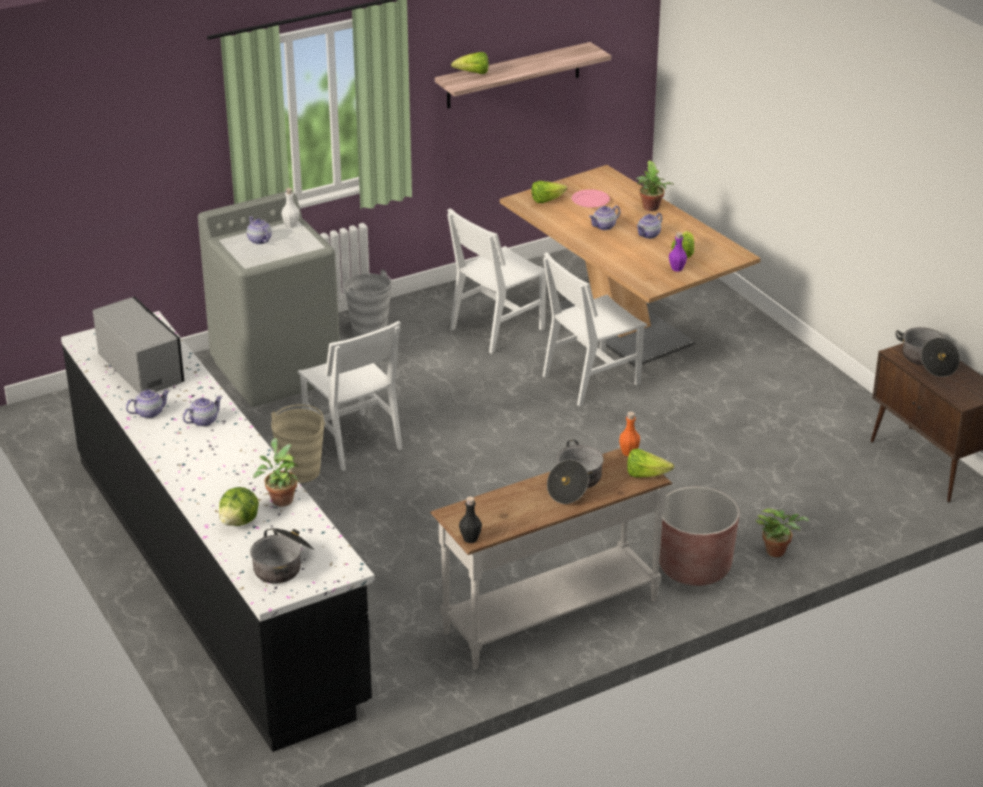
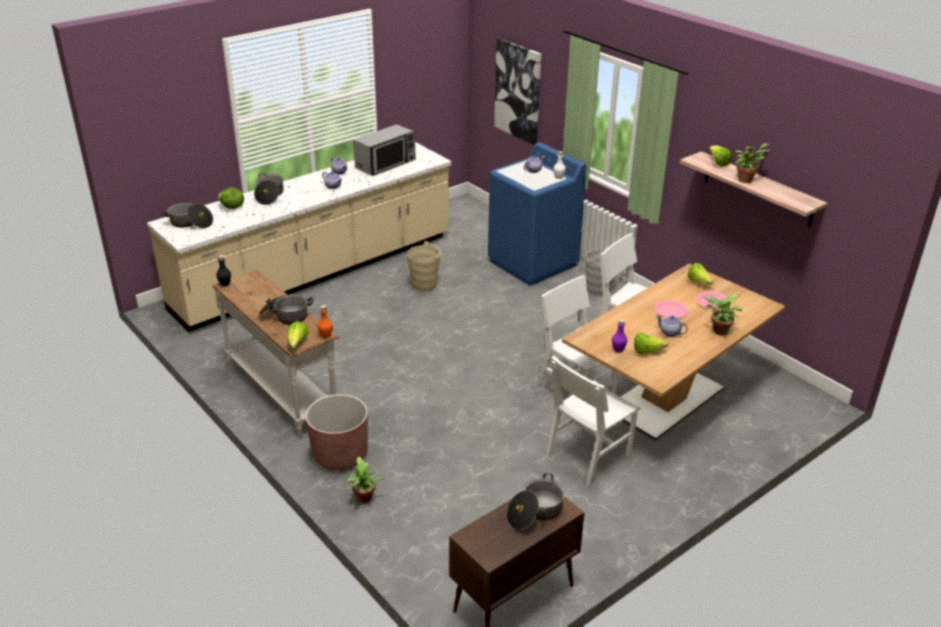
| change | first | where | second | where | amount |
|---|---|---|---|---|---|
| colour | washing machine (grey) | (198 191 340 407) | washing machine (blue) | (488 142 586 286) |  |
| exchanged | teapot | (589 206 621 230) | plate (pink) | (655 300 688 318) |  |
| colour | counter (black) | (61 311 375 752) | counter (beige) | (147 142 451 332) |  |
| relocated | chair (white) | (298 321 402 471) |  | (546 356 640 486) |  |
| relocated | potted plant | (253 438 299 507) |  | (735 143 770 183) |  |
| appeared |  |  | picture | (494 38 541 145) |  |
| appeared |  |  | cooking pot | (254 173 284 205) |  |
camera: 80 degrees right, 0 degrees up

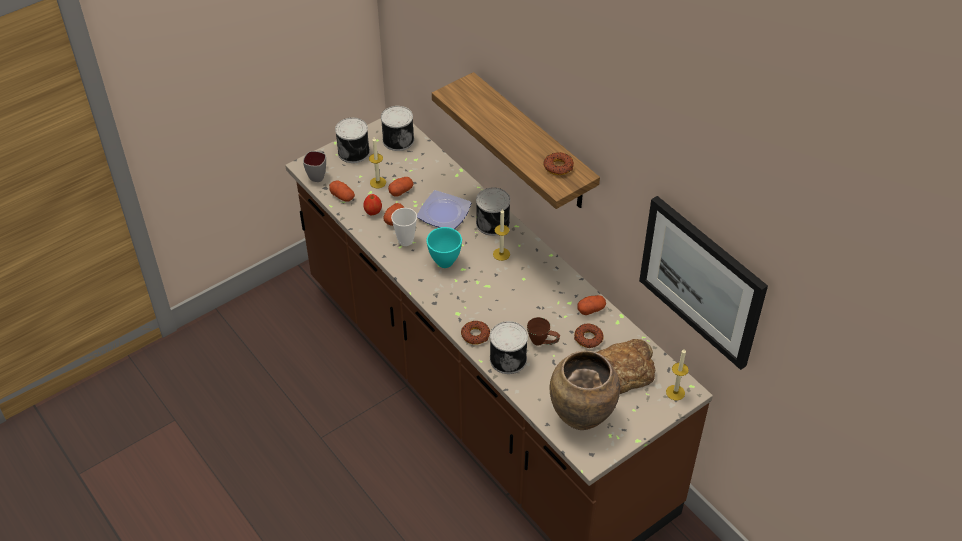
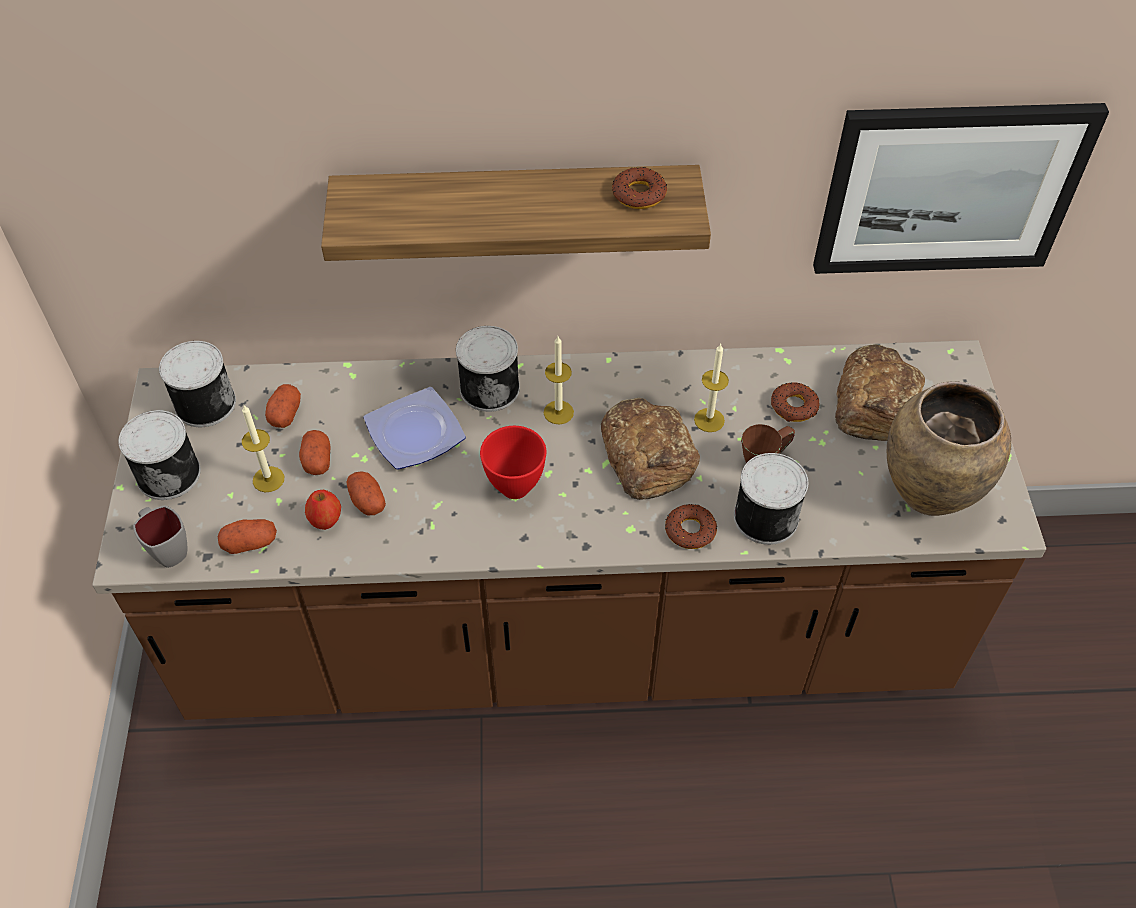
| change | first | where | second | where | amount |
|---|---|---|---|---|---|
| missing | cup | (391 208 417 246) |  |  |  |
| colour | bowl (turquoise) | (426 227 462 268) | bowl (red) | (480 426 546 499) |  |
| relocated | potato | (577 295 606 315) |  | (265 384 301 428) |  |
| relocated | candle | (666 348 689 400) |  | (694 343 729 432) |  |
| appeared |  |  | bread | (601 398 700 500) |  |
camera: 55 degrees left, 5 degrees up

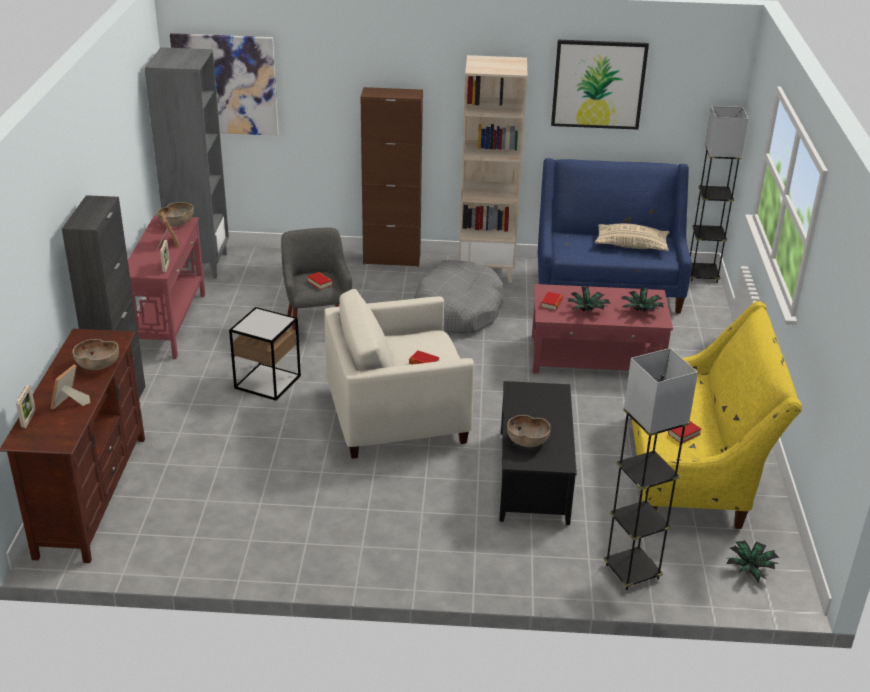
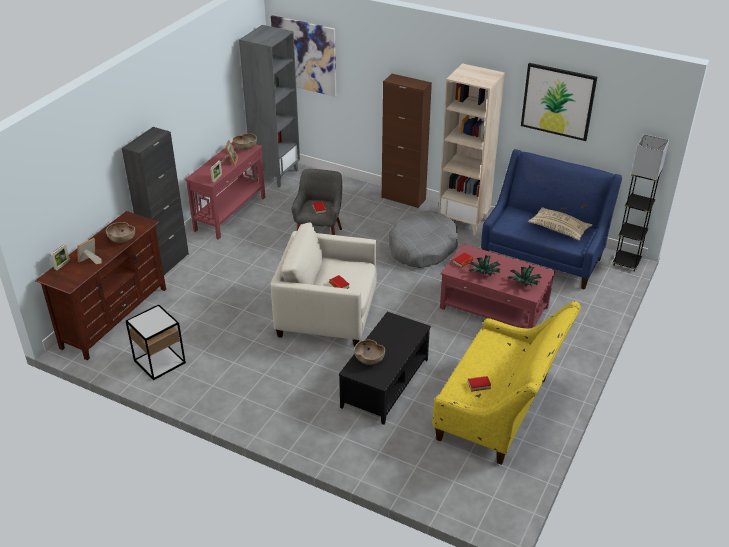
| change | first | where | second | where | amount |
|---|---|---|---|---|---|
| relocated | side table | (229 307 301 401) |  | (126 304 186 380) |  |
| missing | floor lamp (grey) | (603 348 698 590) |  |  |  |
| missing | potted plant | (726 540 779 583) |  |  |  |
camera: 25 degrees right, 5 degrees up

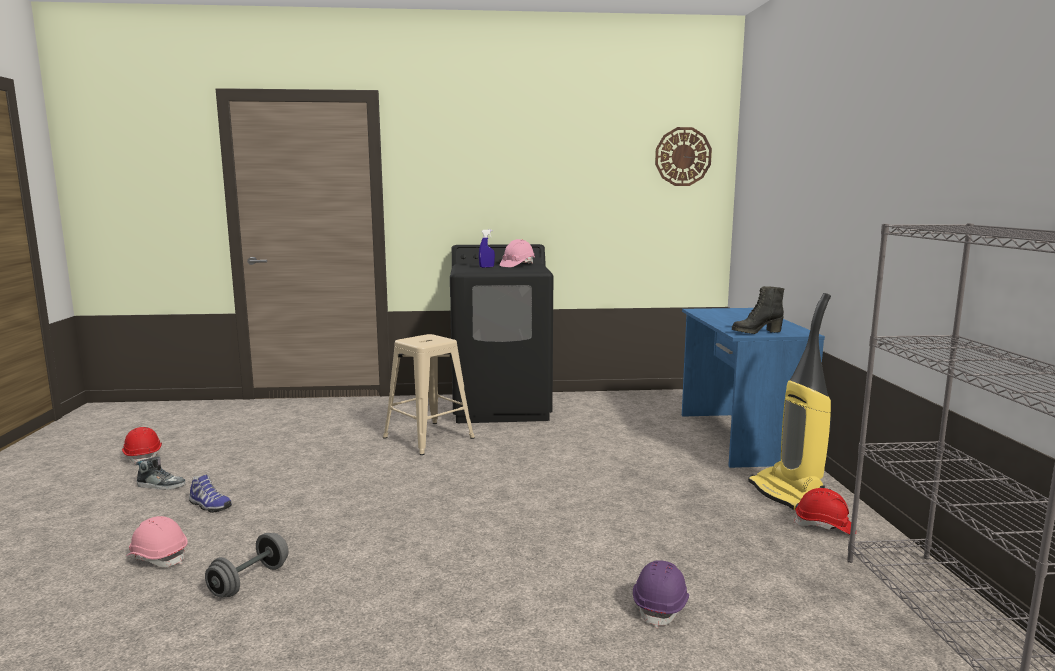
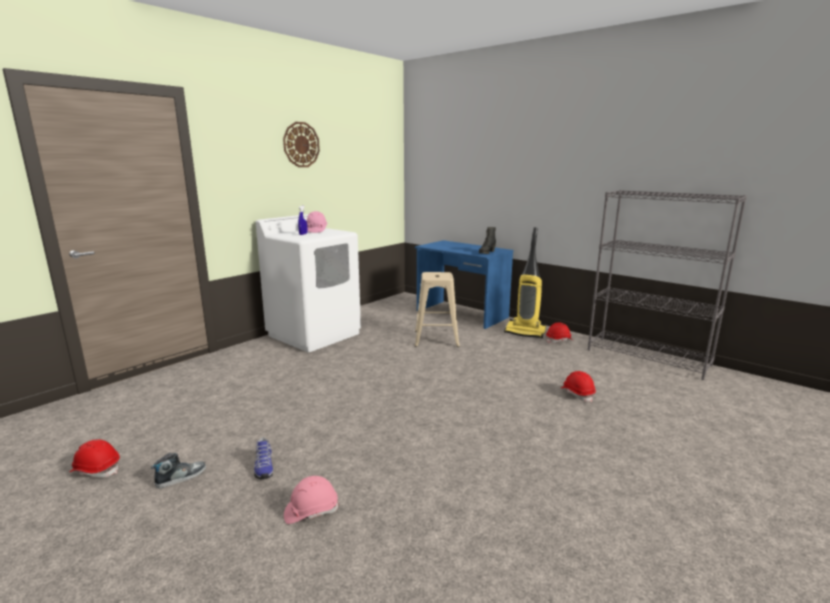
| change | first | where | second | where | amount |
|---|---|---|---|---|---|
| relocated | wall clock | (655 127 712 186) |  | (283 122 320 167) |  |
| colour | washing machine (black) | (450 244 553 423) | washing machine (white) | (256 214 361 352) |  |
| relocated | stool (beige) | (383 334 475 455) |  | (415 272 460 347) |  |
| spun | shoe | (189 475 232 513) |  | (254 437 273 479) | 90 degrees clockwise |
| missing | dumbbell (grey) | (205 533 289 597) |  |  |  |
| colour | hard hat (purple) | (633 560 689 628) | hard hat (red) | (561 371 596 402) |  |
camera: 45 degrees left, 5 degrees up

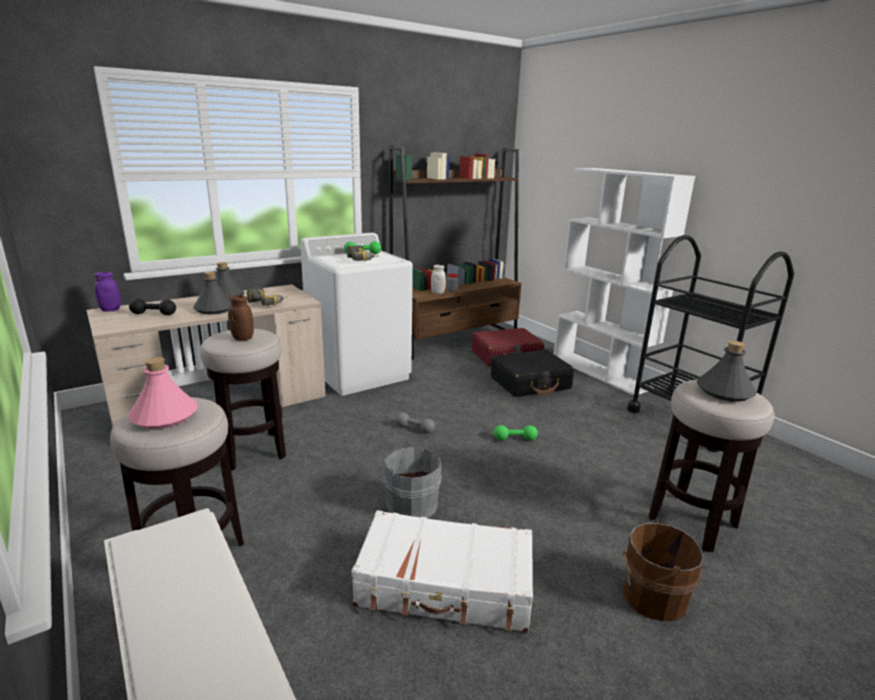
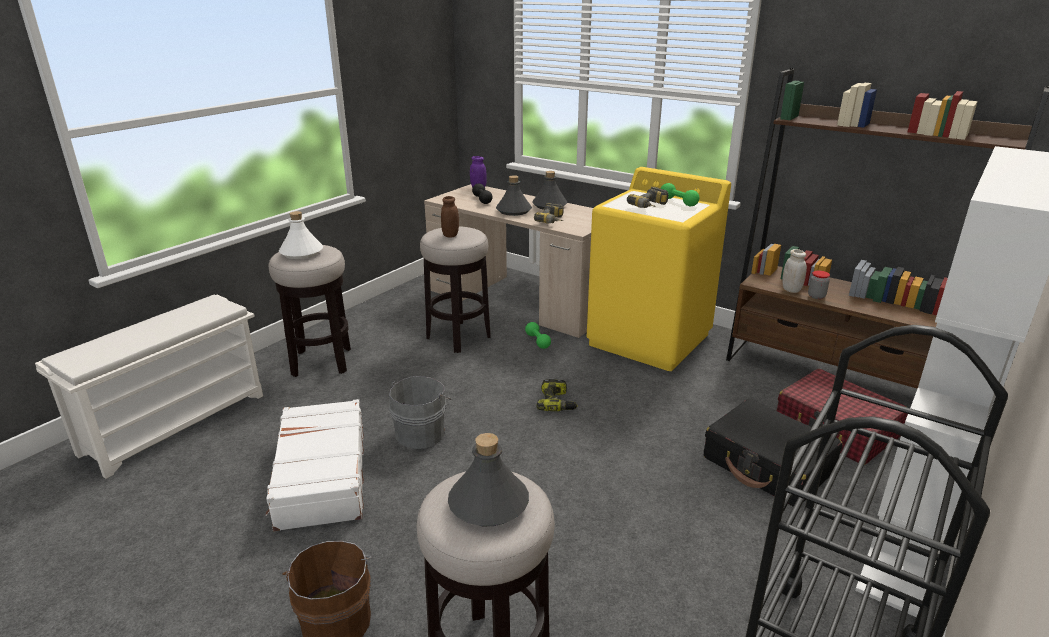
| change | first | where | second | where | amount |
|---|---|---|---|---|---|
| colour | washing machine (white) | (300 233 413 396) | washing machine (yellow) | (587 167 731 371) |  |
| colour | bottle (pink) | (128 357 198 429) | bottle (white) | (279 211 323 259) |  |
| exchanged | dumbbell (grey) | (395 412 435 434) | power drill | (536 379 578 411) |  |
| relocated | dumbbell (green) | (494 425 538 441) |  | (525 322 551 349) |  |
camera: 70 degrees right, 5 degrees up

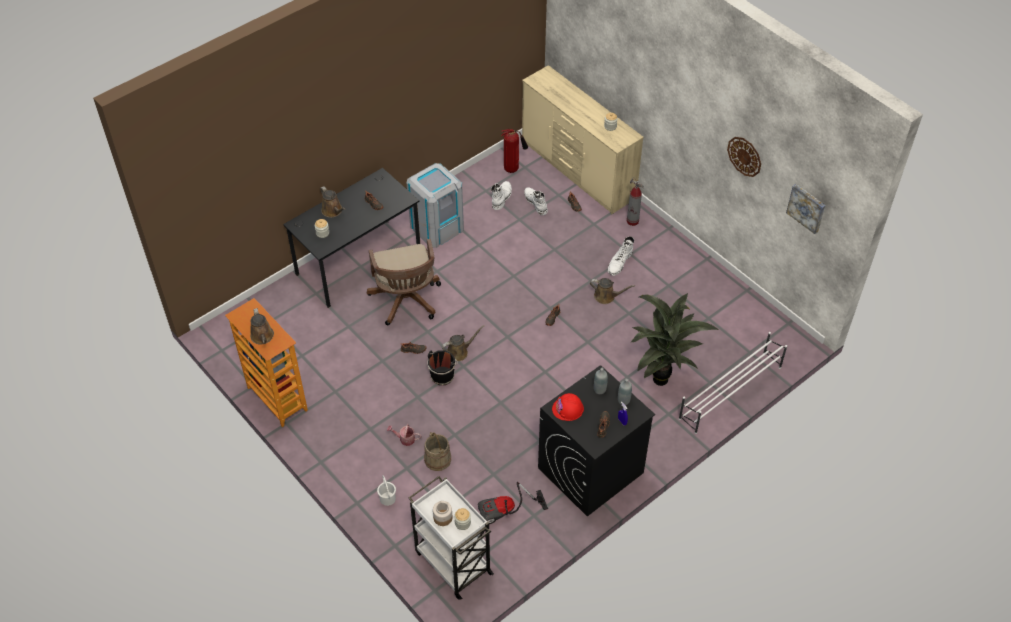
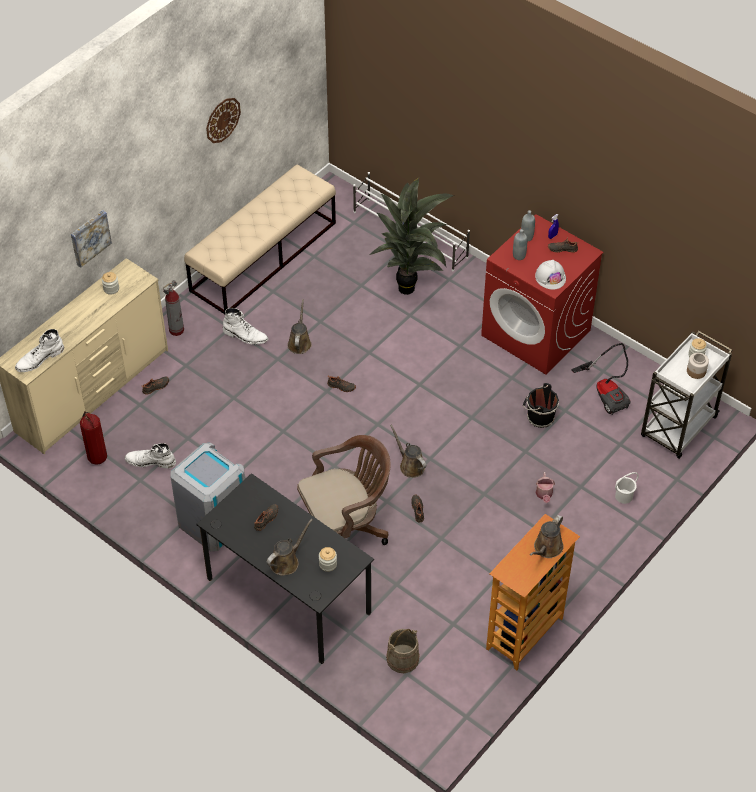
| change | first | where | second | where | amount |
|---|---|---|---|---|---|
| relocated | picture | (786 184 826 234) |  | (71 210 112 268) |  |
| relocated | boot (white) | (524 187 548 215) |  | (15 329 64 372) |  |
| spun | watering can (brown) | (250 308 274 344) |  | (530 515 564 558) | 150 degrees clockwise |
| relocated | bucket (black) | (427 351 458 385) |  | (523 383 559 428) |  |
| colour | washing machine (black) | (538 365 655 516) | washing machine (red) | (481 214 603 375) |  |
| colour | hard hat (red) | (552 393 584 421) | hard hat (white) | (535 260 566 290) |  |
| relocated | bucket (beige) | (424 432 451 471) |  | (386 629 420 673) |  |
| appeared |  |  | bench (beige) | (184 165 336 314) |  |
camera: 100 degrees left, 0 degrees up

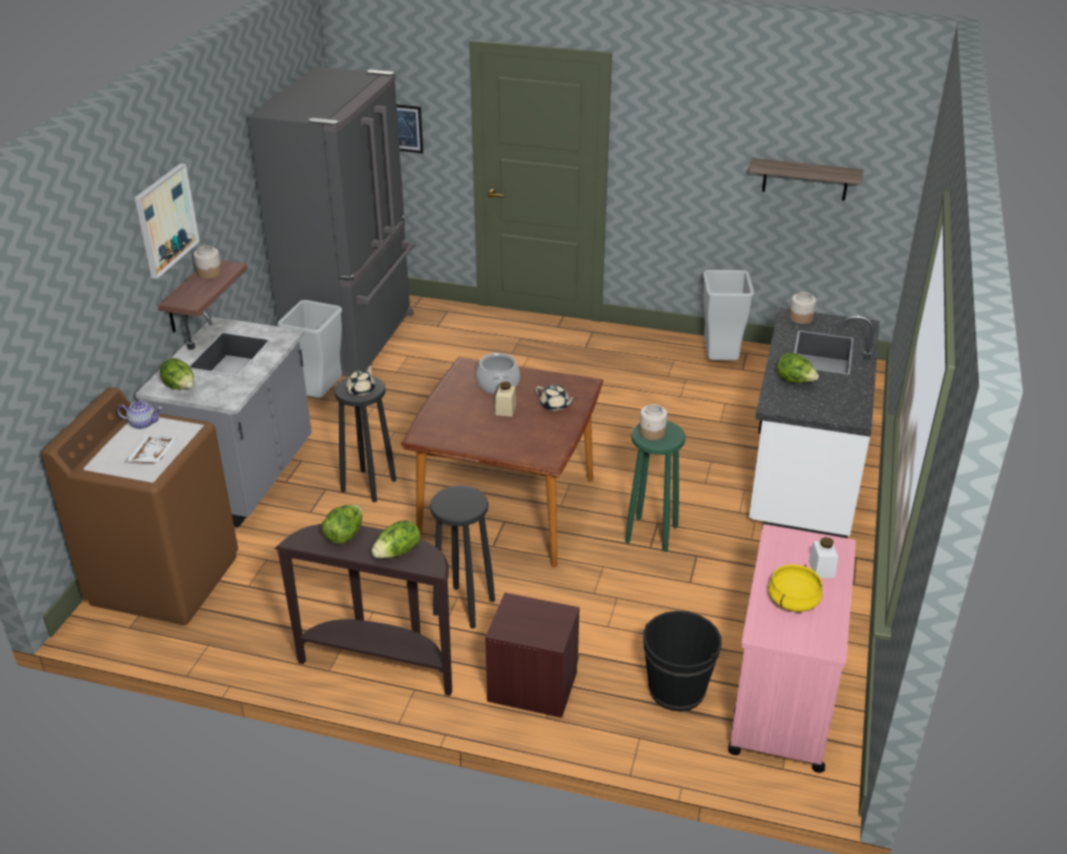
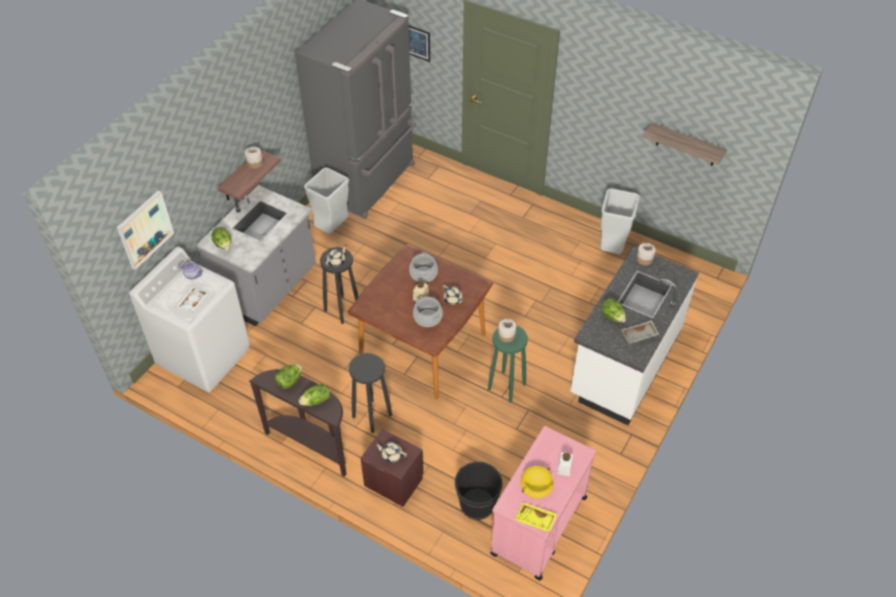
| change | first | where | second | where | amount |
|---|---|---|---|---|---|
| relocated | picture | (135 163 200 279) |  | (117 191 174 270) |  |
| colour | washing machine (brown) | (41 387 238 625) | washing machine (white) | (129 247 250 392) |  |
| appeared |  |  | cooking pot | (413 297 443 327) |  |
| appeared |  |  | tray (grey) | (621 320 659 344) |  |
| appeared |  |  | teapot (beige) | (375 442 407 463) |  |
| appeared |  |  | tray (yellow) | (515 502 557 532) |  |
camera: 15 degrees right, 15 degrees up

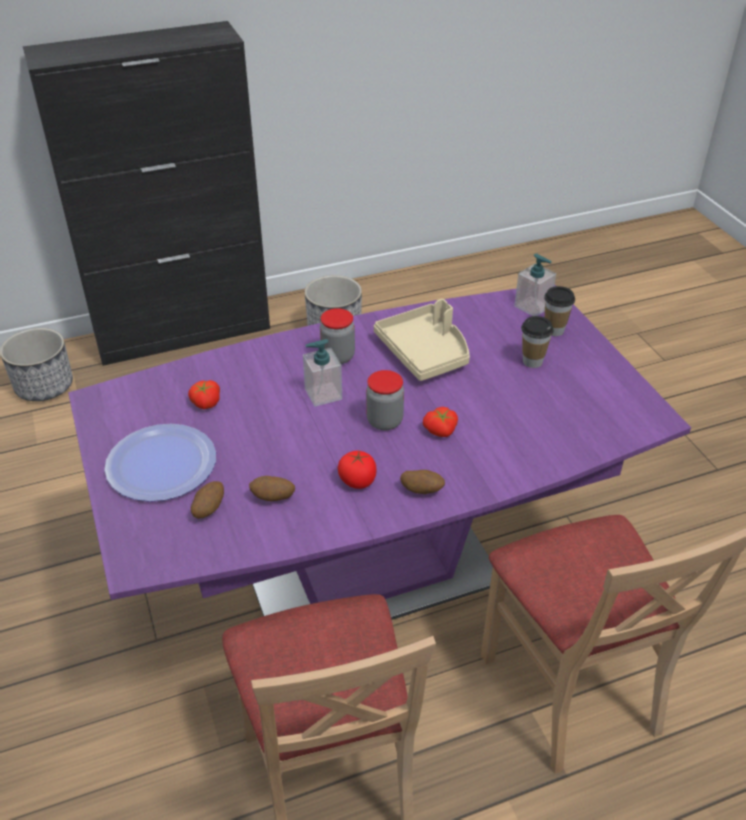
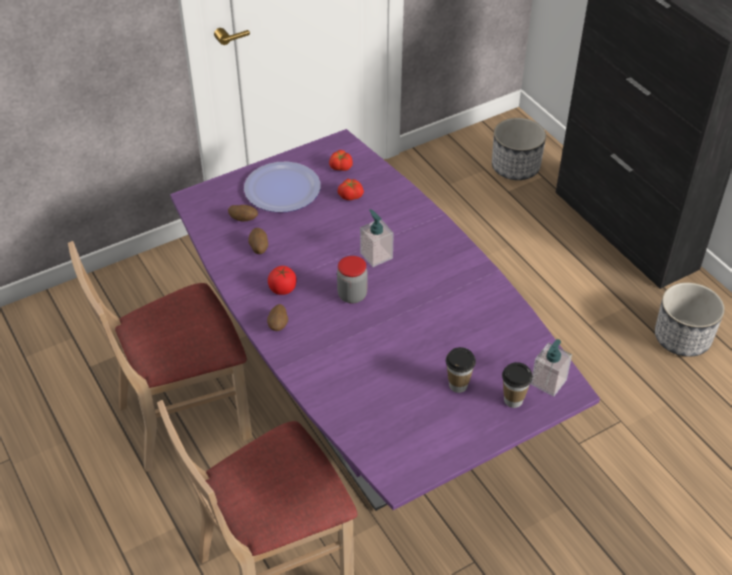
| change | first | where | second | where | amount |
|---|---|---|---|---|---|
| missing | tray (beige) | (374 299 470 381) |  |  |  |
| missing | jar | (320 308 355 364) |  |  |  |
| relocated | tomato | (423 407 458 437) |  | (329 150 353 171) |  |
camera: 80 degrees right, 5 degrees up

